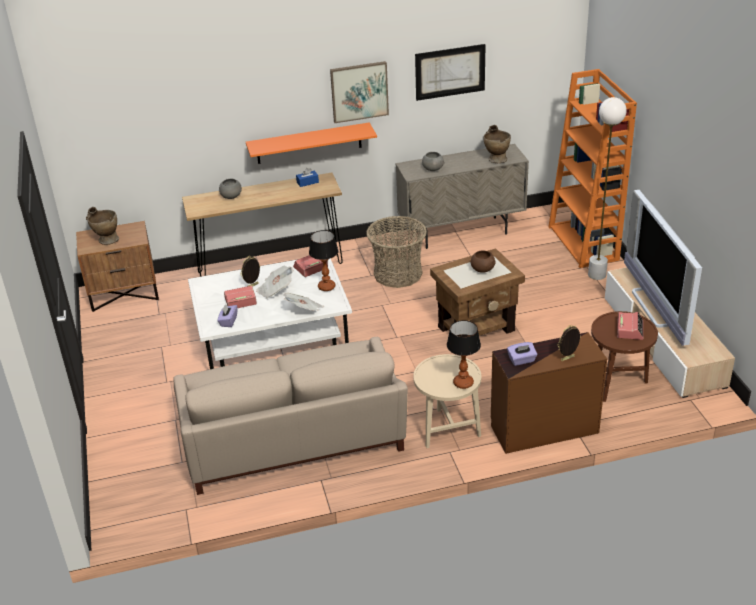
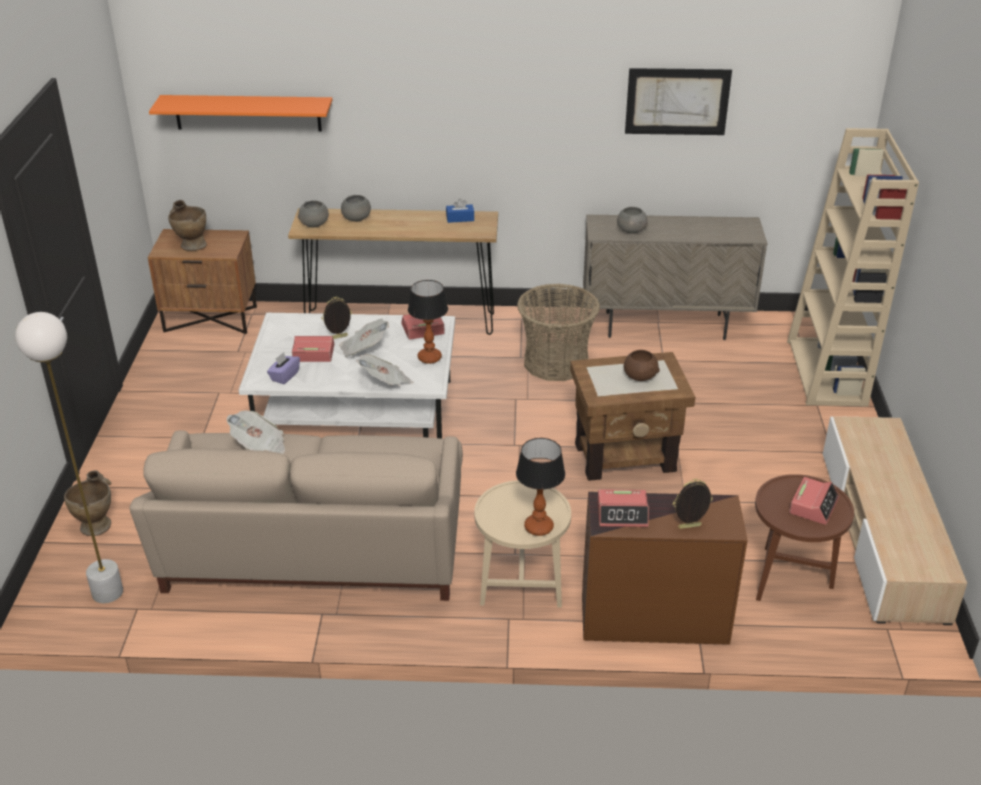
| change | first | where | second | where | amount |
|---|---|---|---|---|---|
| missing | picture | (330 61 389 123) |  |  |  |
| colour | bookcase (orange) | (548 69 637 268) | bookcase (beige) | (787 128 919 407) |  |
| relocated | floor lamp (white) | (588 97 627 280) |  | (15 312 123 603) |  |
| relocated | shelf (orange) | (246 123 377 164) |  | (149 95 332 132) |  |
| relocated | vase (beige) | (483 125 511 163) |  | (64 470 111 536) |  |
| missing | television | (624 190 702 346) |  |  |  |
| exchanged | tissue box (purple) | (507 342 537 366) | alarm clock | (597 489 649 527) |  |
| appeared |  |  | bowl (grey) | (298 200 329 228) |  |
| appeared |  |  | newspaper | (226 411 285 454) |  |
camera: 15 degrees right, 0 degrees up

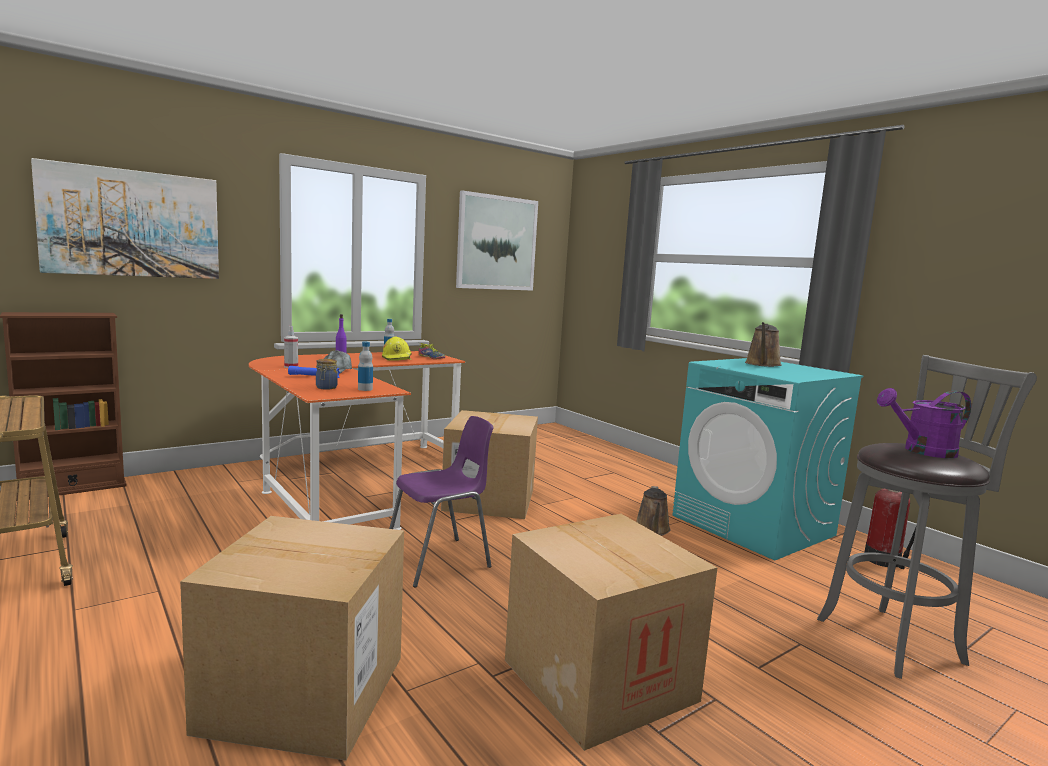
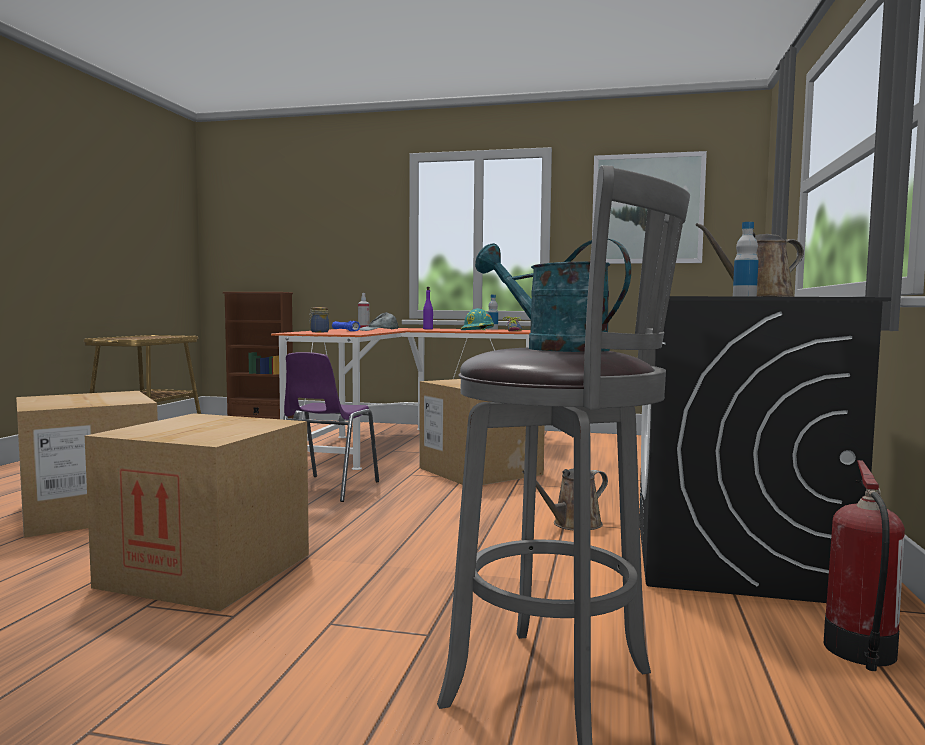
| change | first | where | second | where | amount |
|---|---|---|---|---|---|
| missing | picture | (31 158 219 279) |  |  |  |
| colour | hard hat (yellow) | (382 336 412 361) | hard hat (turquoise) | (461 308 494 331) |  |
| relocated | bottle | (358 341 373 391) |  | (733 222 758 297) |  |
| colour | washing machine (turquoise) | (672 358 864 560) | washing machine (black) | (639 296 891 603) |  |
| colour | watering can (purple) | (877 388 971 458) | watering can (turquoise) | (475 239 631 352) |  |
| spun | chair (purple) | (389 416 493 588) |  | (283 352 379 502) | 90 degrees clockwise |
camera: 50 degrees right, 5 degrees down

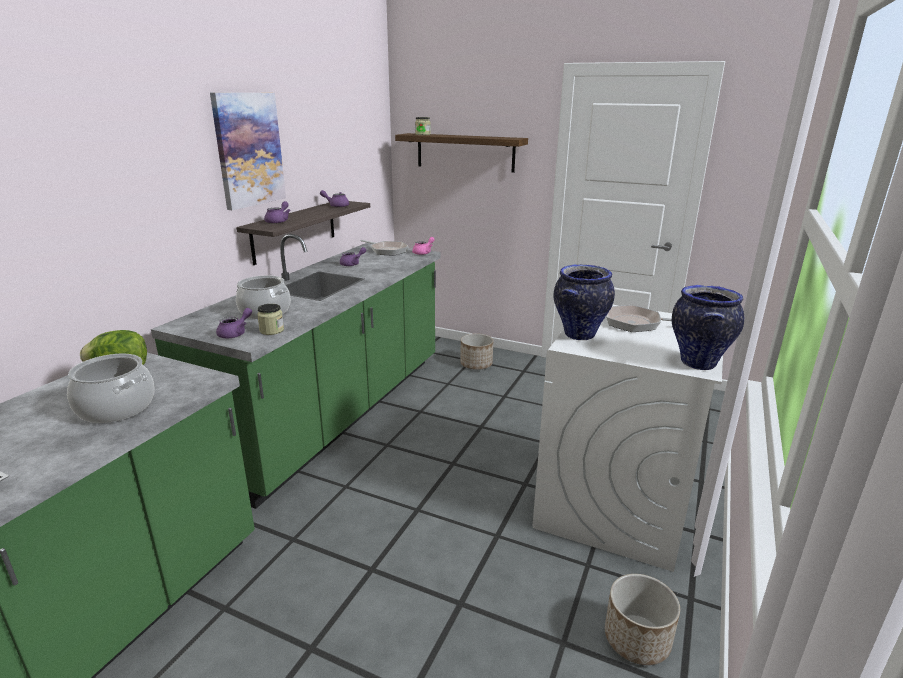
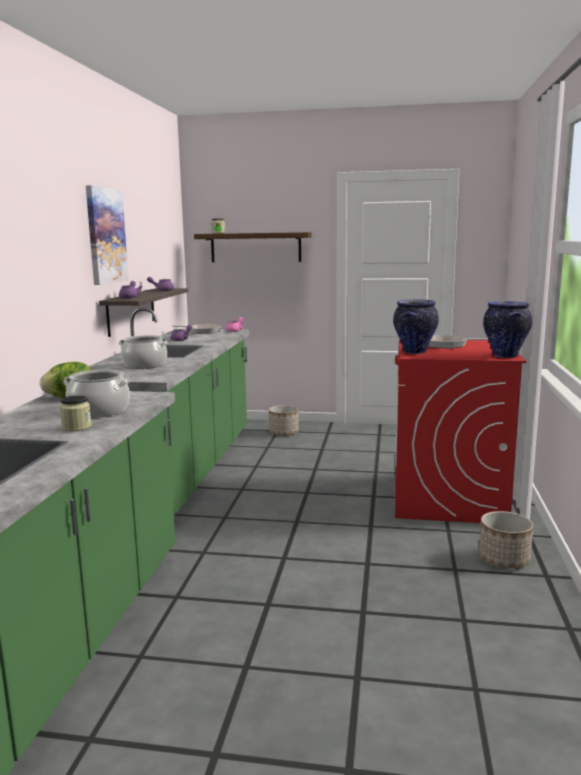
| change | first | where | second | where | amount |
|---|---|---|---|---|---|
| relocated | jar | (257 304 284 335) |  | (60 395 92 431) |  |
| colour | washing machine (white) | (533 305 723 572) | washing machine (red) | (395 340 526 523) |  |
| missing | teapot (purple) | (216 308 252 338) |  |  |  |
camera: 15 degrees left, 10 degrees down

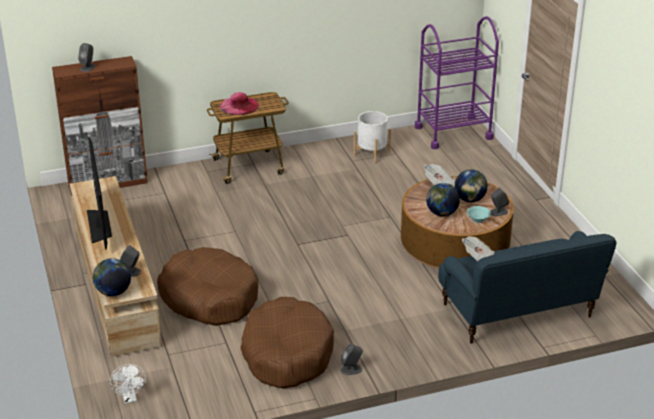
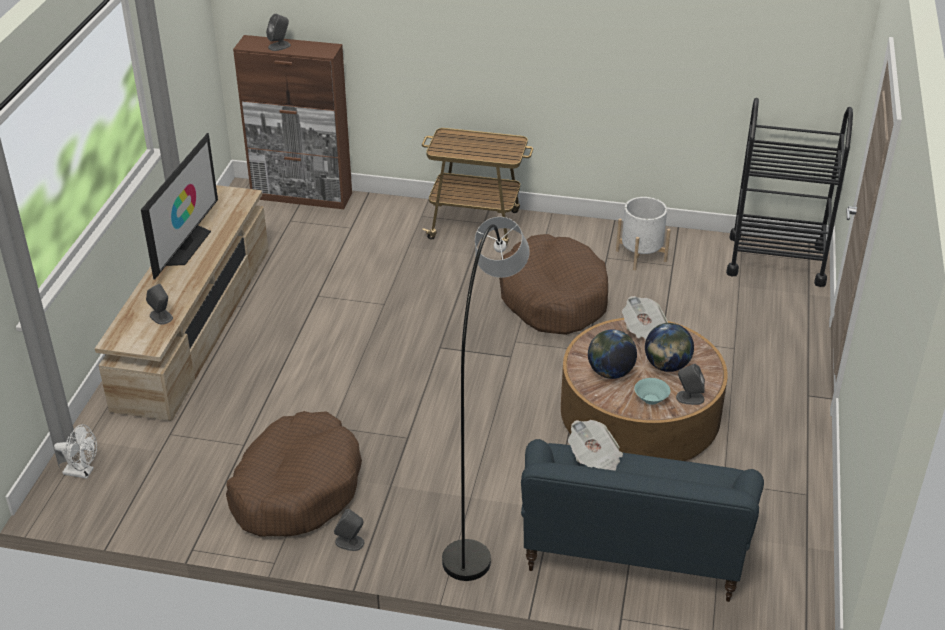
| change | first | where | second | where | amount |
|---|---|---|---|---|---|
| colour | cart (purple) | (415 16 499 149) | cart (black) | (726 98 853 287) |  |
| missing | hat (pink) | (220 92 259 115) |  |  |  |
| relocated | dog bed (brown) | (157 247 258 326) |  | (499 234 608 335) |  |
| missing | globe | (93 258 131 296) |  |  |  |
| spun | fan (white) | (110 364 146 404) |  | (54 424 97 479) | 90 degrees counterclockwise |
| appeared |  |  | floor lamp (grey) | (442 217 530 581) |  |
camera: 30 degrees right, 5 degrees up

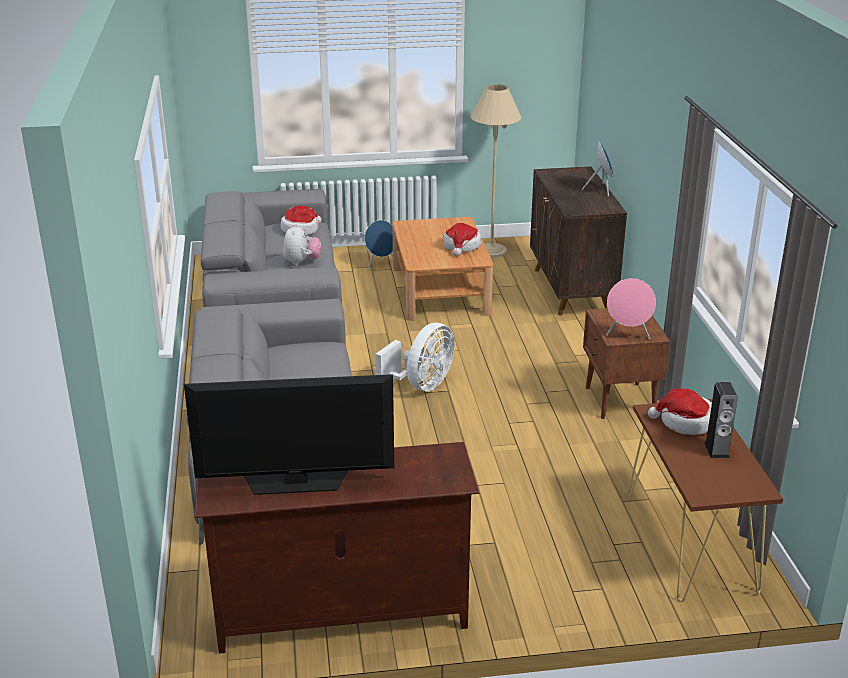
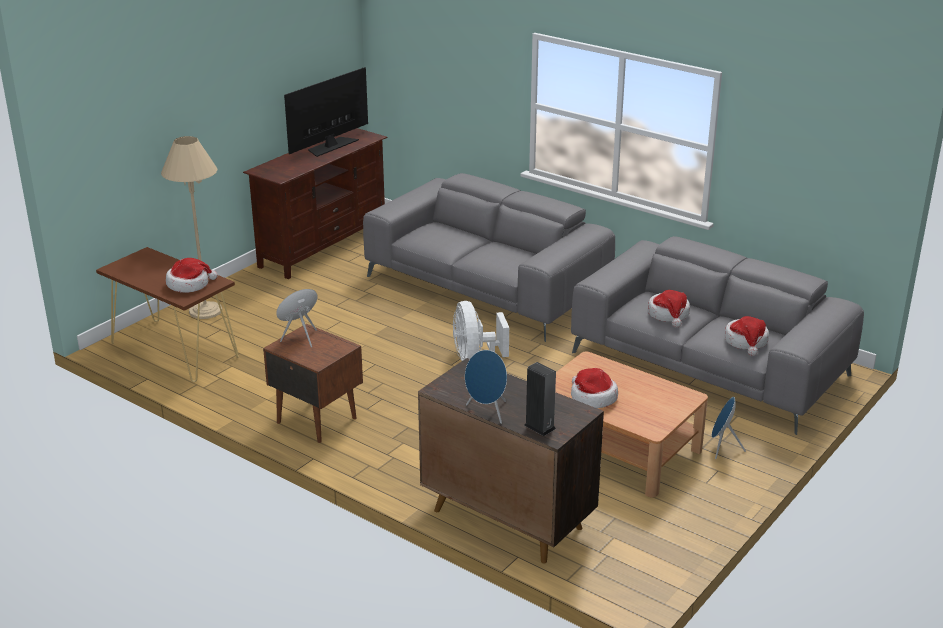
| change | first | where | second | where | amount |
|---|---|---|---|---|---|
| relocated | floor lamp (beige) | (471 84 521 257) |  | (161 136 222 319) |  |
| exchanged | plush toy | (283 224 321 265) | hat | (648 290 690 328) |  |
| relocated | speaker | (705 382 738 458) |  | (524 362 556 436) |  |
camera: 135 degrees right, 0 degrees up

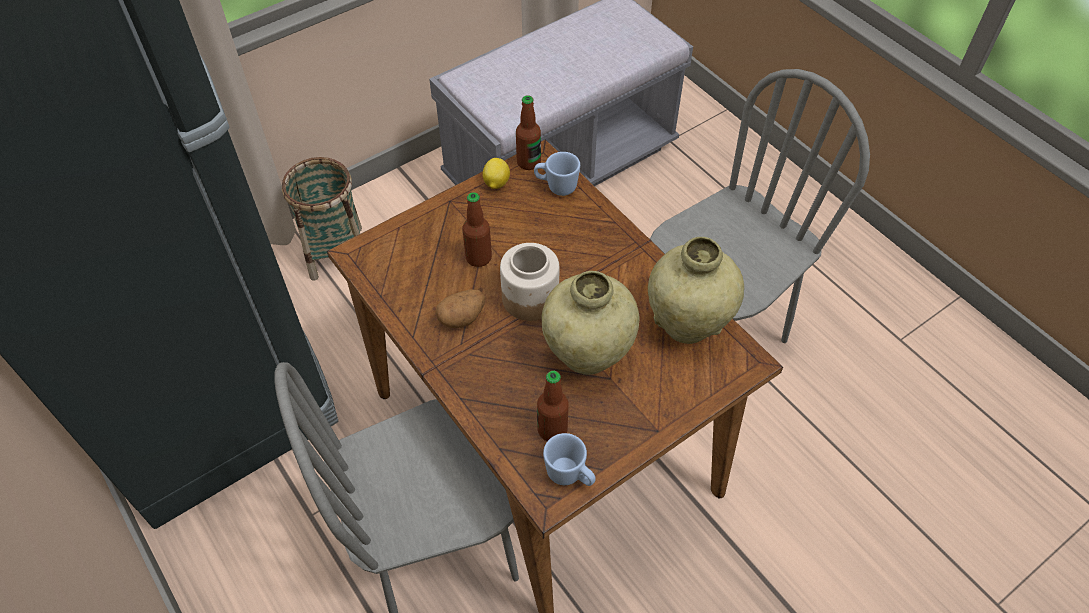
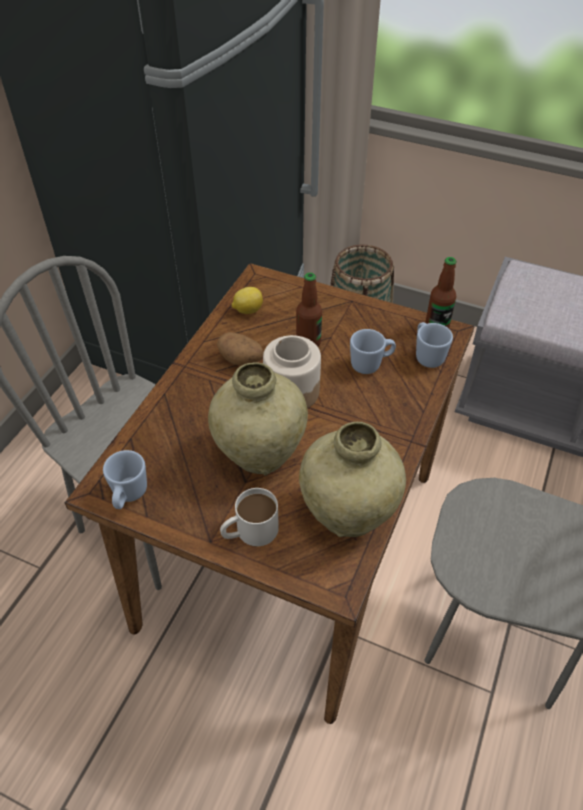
| change | first | where | second | where | amount |
|---|---|---|---|---|---|
| relocated | lemon | (483 158 510 189) |  | (232 287 263 314) |  |
| missing | bottle | (537 371 569 441) |  |  |  |
| appeared |  |  | mug (blue) | (350 329 396 374) |  |
| appeared |  |  | mug (white) | (220 488 279 546) |  |
camera: 60 degrees right, 5 degrees down

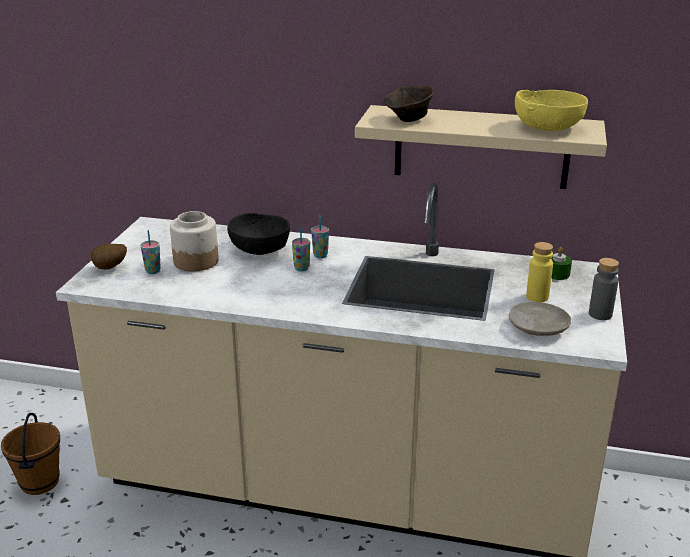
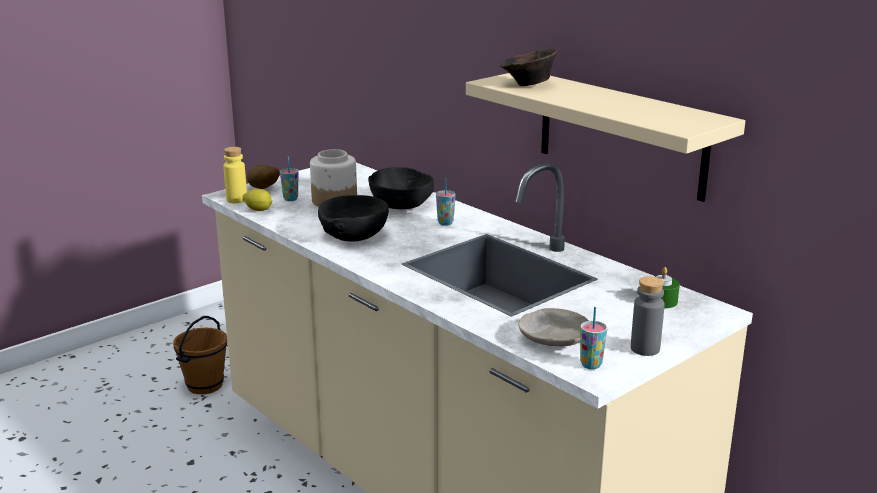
| change | first | where | second | where | amount |
|---|---|---|---|---|---|
| missing | bowl (yellow) | (515 90 588 131) |  |  |  |
| relocated | cup | (292 228 310 271) |  | (580 307 607 369) |  |
| relocated | bottle (yellow) | (526 242 553 302) |  | (223 147 247 203) |  |
| appeared |  |  | lemon | (242 189 272 211) |  |
| appeared |  |  | bowl (black) | (318 195 389 242) |  |
camera: 35 degrees right, 5 degrees down

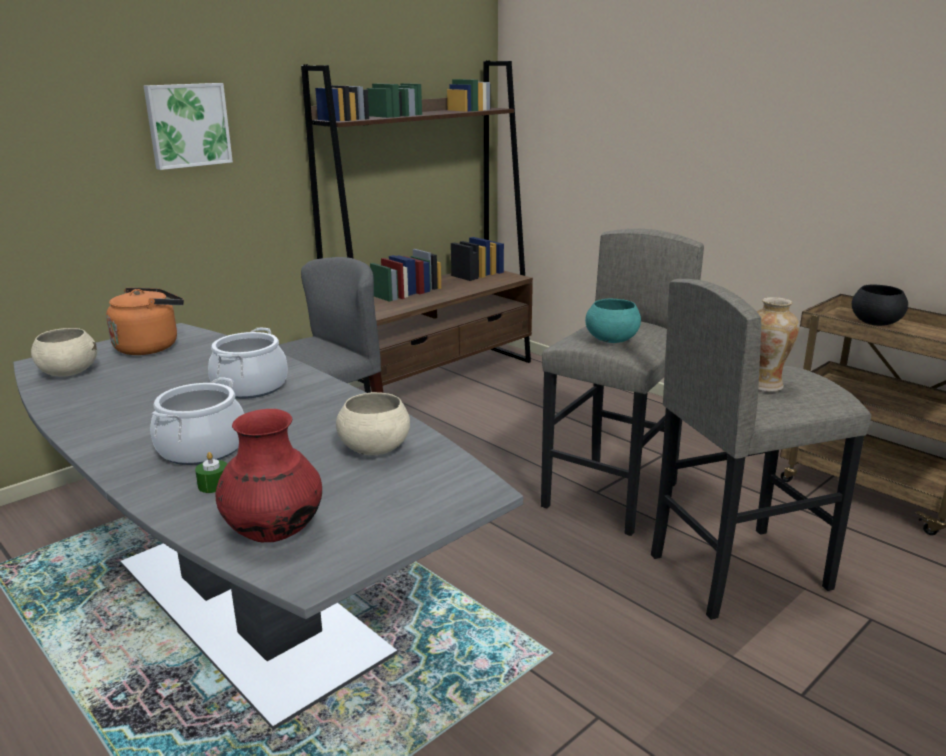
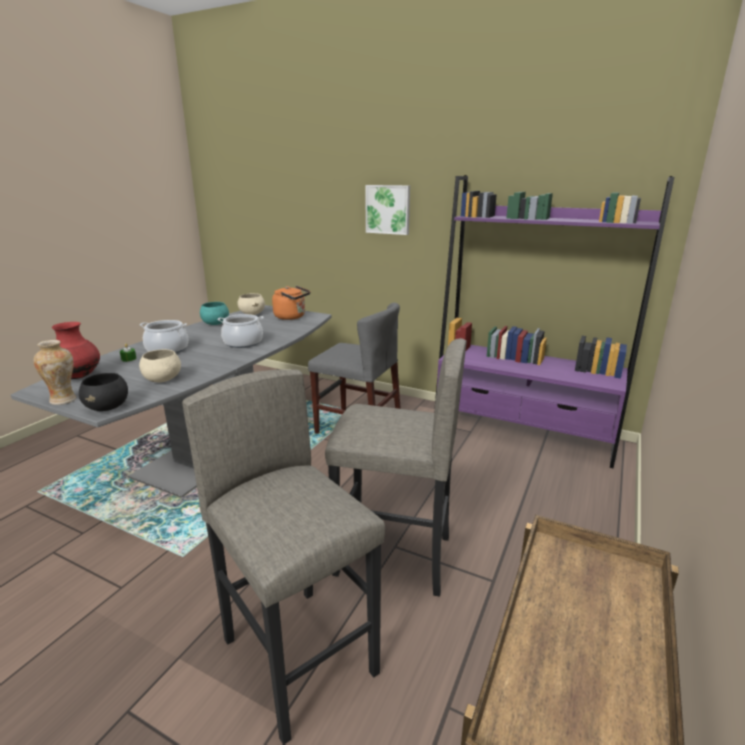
| change | first | where | second | where | amount |
|---|---|---|---|---|---|
| colour | bookcase (brown) | (301 60 533 393) | bookcase (purple) | (434 175 674 468) |  |
| relocated | bowl (black) | (852 285 908 326) |  | (79 373 128 411) |  |
| relocated | vase | (756 297 799 392) |  | (34 340 76 405) |  |
| relocated | bowl (turquoise) | (585 299 641 343) |  | (200 302 229 325) |  |
camera: 70 degrees right, 0 degrees up

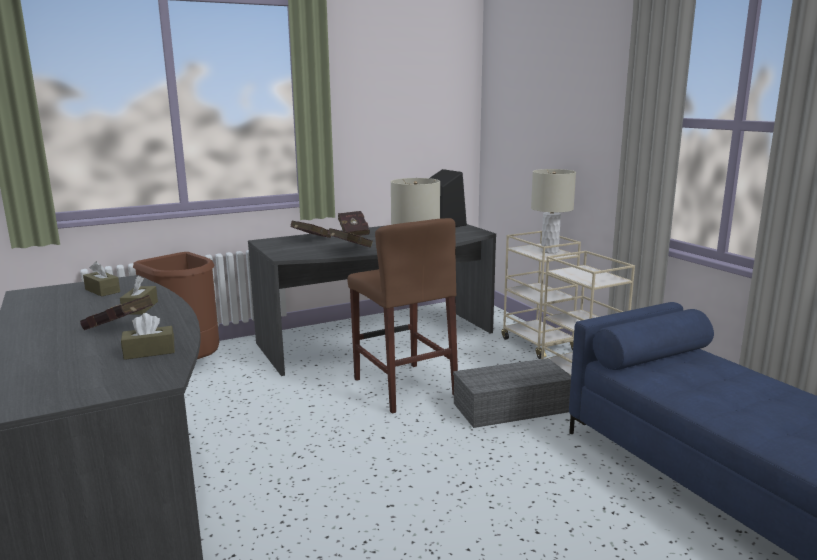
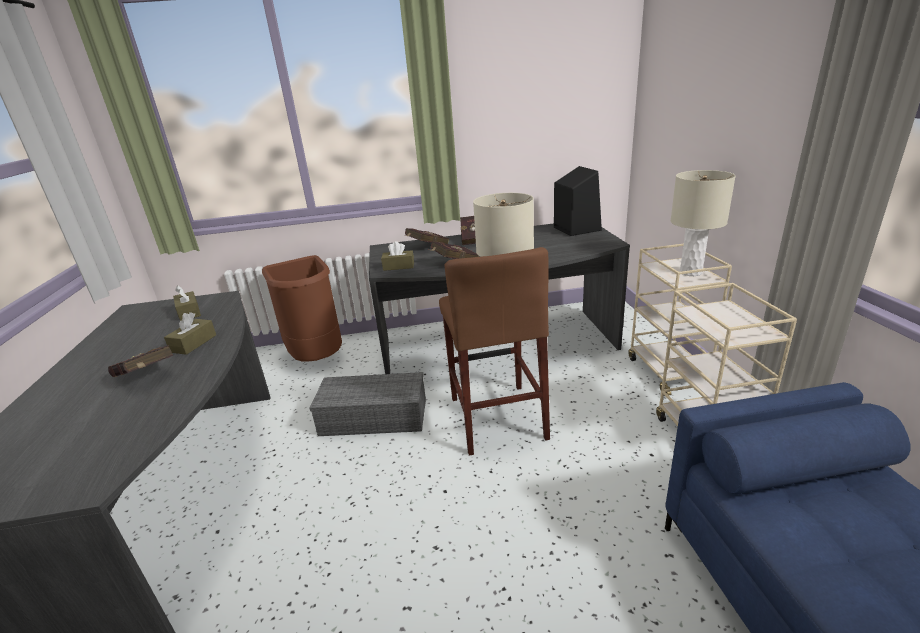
| change | first | where | second | where | amount |
|---|---|---|---|---|---|
| relocated | tissue box (brown) | (121 313 175 360) |  | (381 241 414 271) |  |
| relocated | storage box (grey) | (453 358 571 428) |  | (309 372 426 436) |  |
camera: 20 degrees right, 10 degrees up

